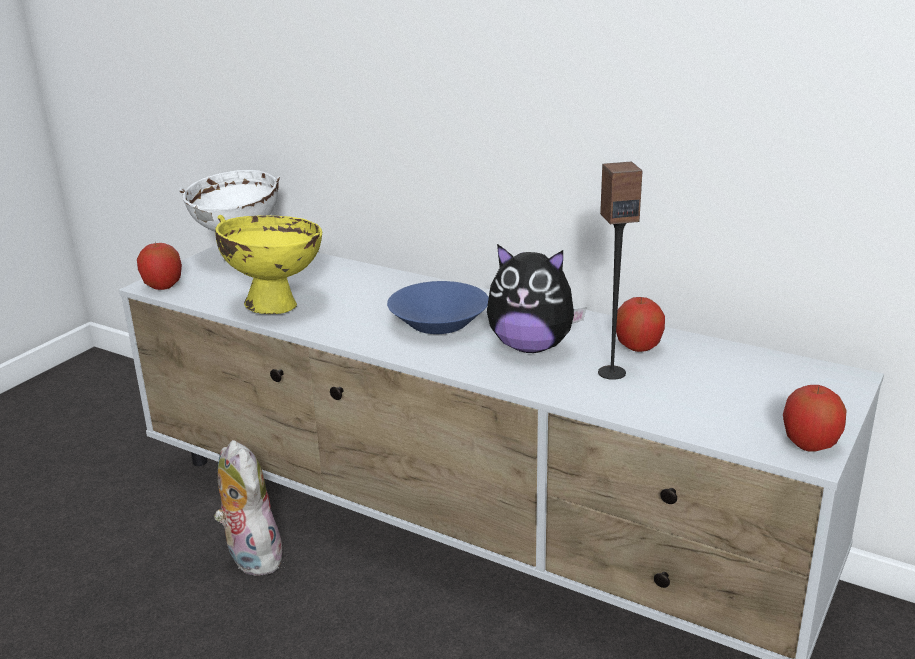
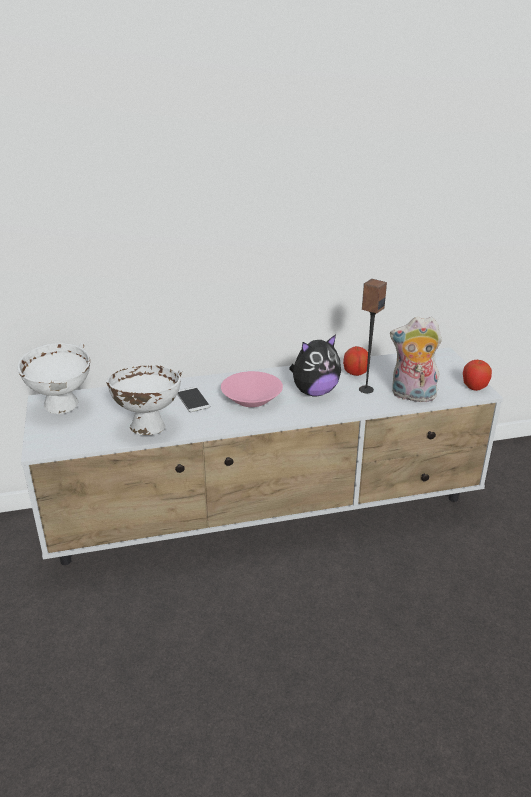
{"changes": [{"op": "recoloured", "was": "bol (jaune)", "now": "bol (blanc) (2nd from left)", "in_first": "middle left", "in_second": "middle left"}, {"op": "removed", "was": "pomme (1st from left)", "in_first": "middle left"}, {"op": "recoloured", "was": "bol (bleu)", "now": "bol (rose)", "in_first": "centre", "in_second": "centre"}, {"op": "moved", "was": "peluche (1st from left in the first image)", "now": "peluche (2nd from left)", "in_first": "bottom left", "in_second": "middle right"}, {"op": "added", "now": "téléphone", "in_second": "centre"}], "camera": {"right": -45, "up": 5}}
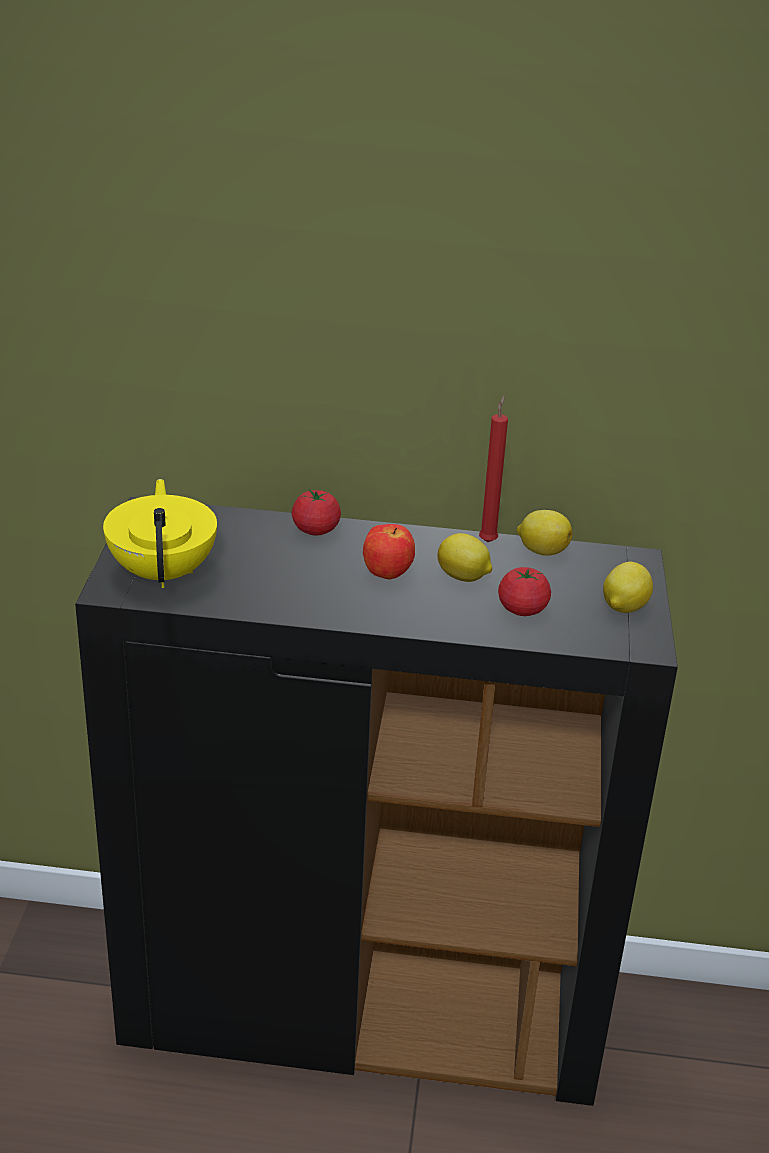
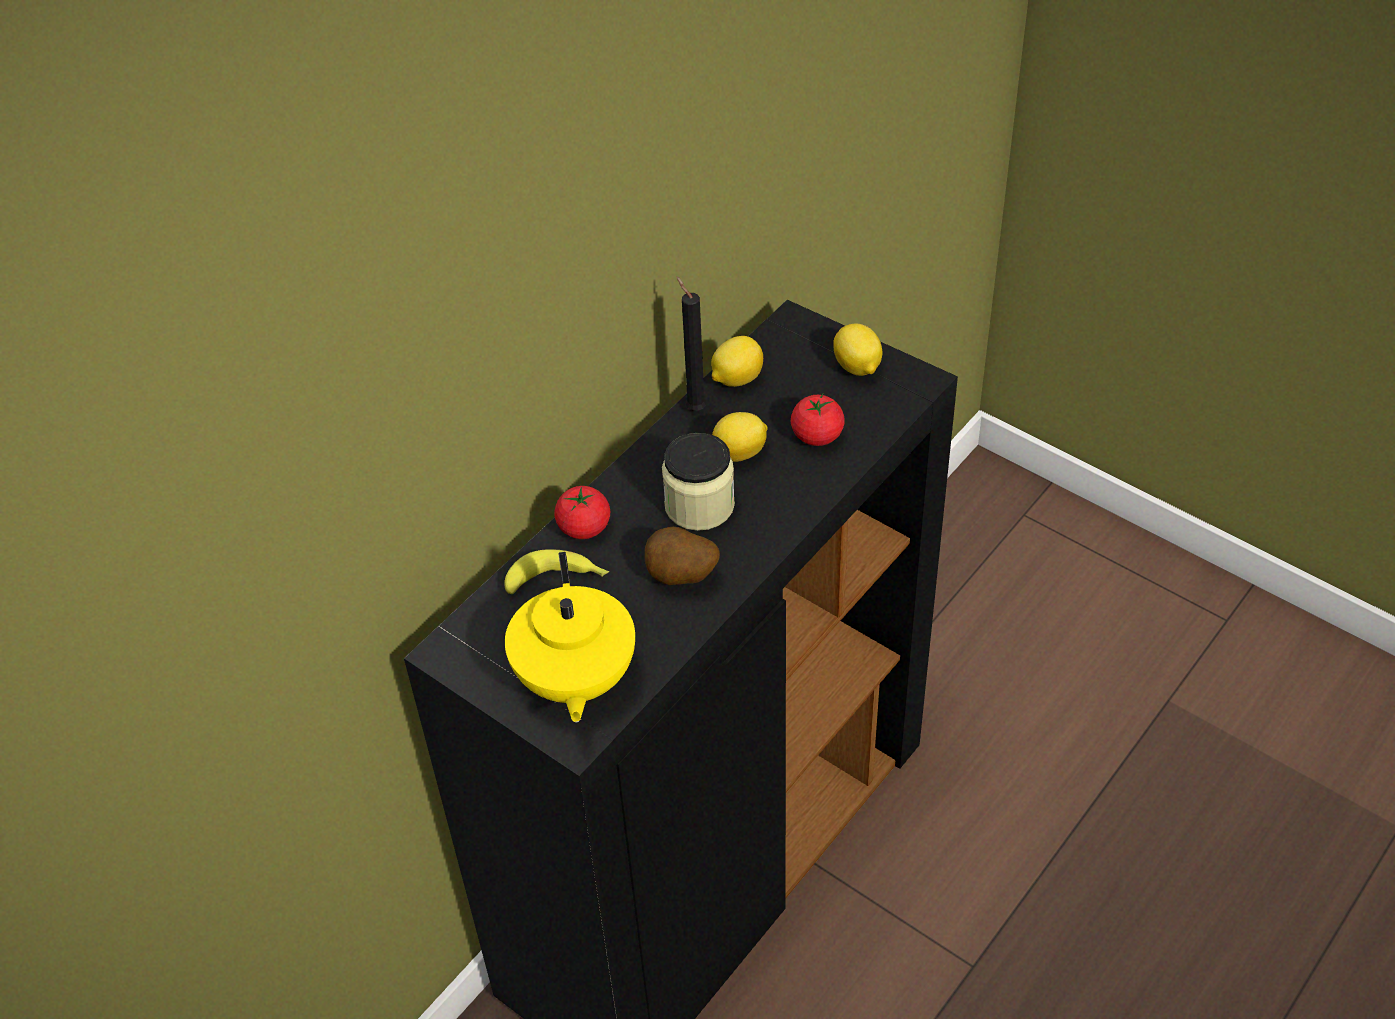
{"changes": [{"op": "recoloured", "was": "bougie (rouge)", "now": "bougie (noir)", "in_first": "centre", "in_second": "centre"}, {"op": "turned", "was": "théière (jaune)", "in_first": "middle left", "in_second": "centre", "clockwise": -120}, {"op": "replaced", "was": "pomme", "now": "bocal", "in_first": "centre", "in_second": "centre"}, {"op": "added", "now": "pomme de terre", "in_second": "centre"}, {"op": "added", "now": "banane", "in_second": "centre"}], "camera": {"right": -55, "up": 15}}
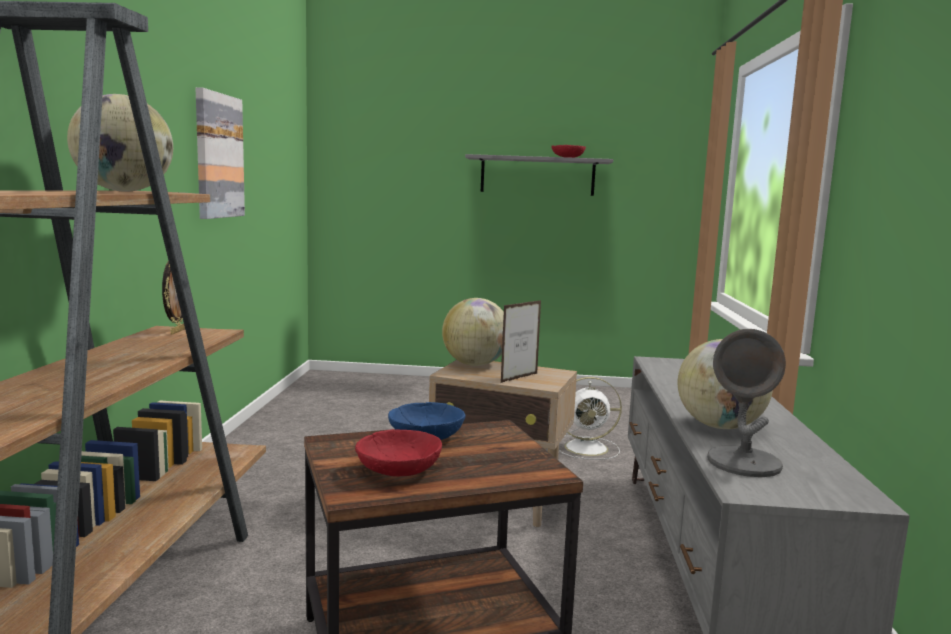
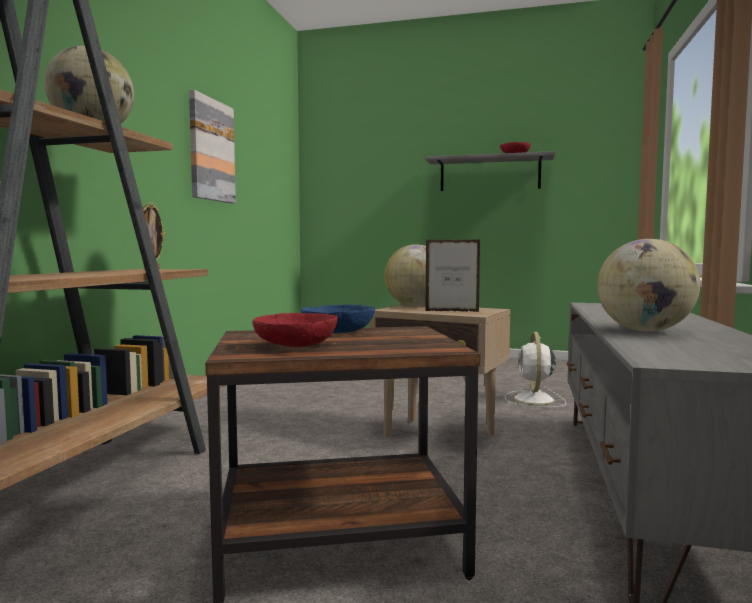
{"changes": [{"op": "turned", "was": "cadre photo (2nd from left)", "in_first": "centre", "in_second": "centre", "clockwise": -135}, {"op": "removed", "was": "lampe de table (gris)", "in_first": "middle right"}, {"op": "turned", "was": "ventilateur (blanc)", "in_first": "centre", "in_second": "middle right", "clockwise": 90}], "camera": {"right": 10, "up": -5}}
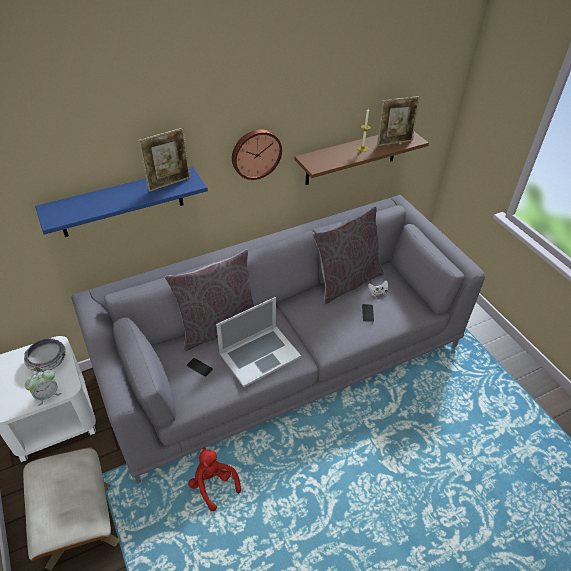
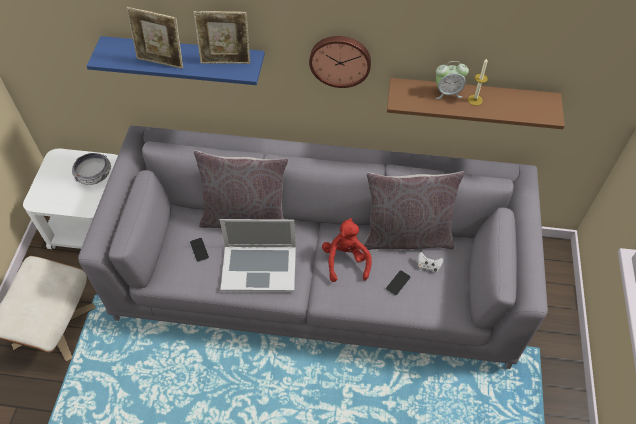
{"changes": [{"op": "moved", "was": "cadre photo (2nd from left in the first image)", "now": "cadre photo (1st from left)", "in_first": "top right", "in_second": "top left"}, {"op": "moved", "was": "réveil", "in_first": "bottom left", "in_second": "top right"}, {"op": "moved", "was": "peluche (rouge)", "in_first": "bottom centre", "in_second": "centre"}], "camera": {"right": 35, "up": 10}}
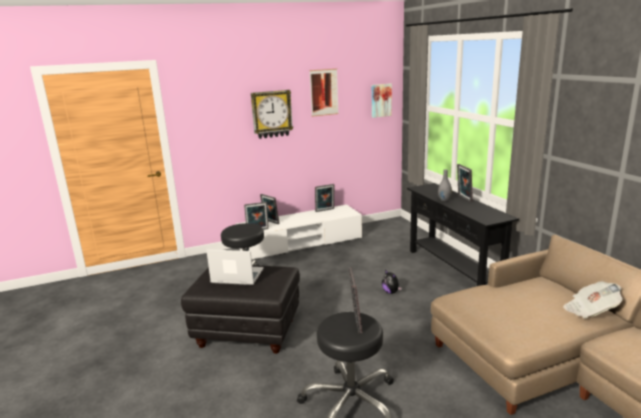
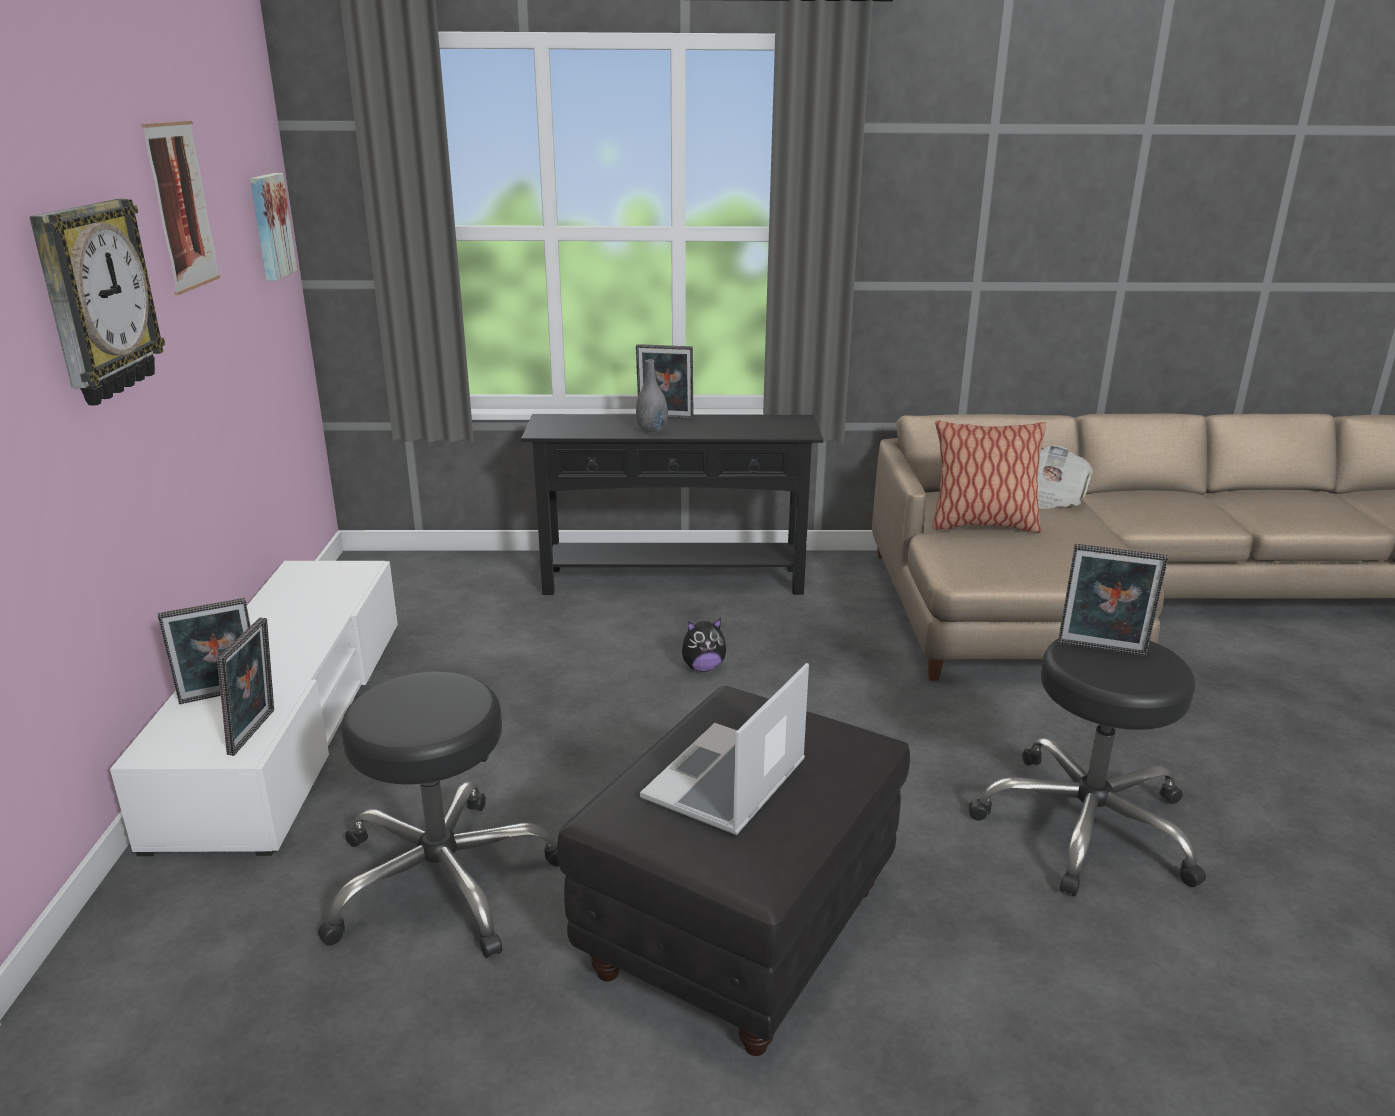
{"changes": [{"op": "removed", "was": "cadre photo (3rd from left)", "in_first": "centre"}, {"op": "added", "now": "coussin", "in_second": "middle right"}], "camera": {"right": -70, "up": 5}}
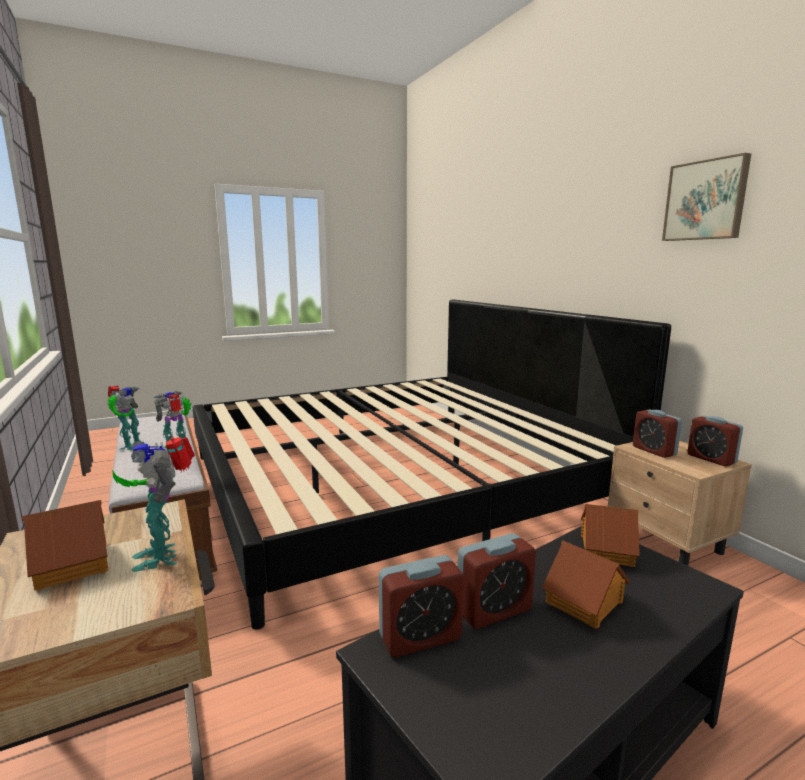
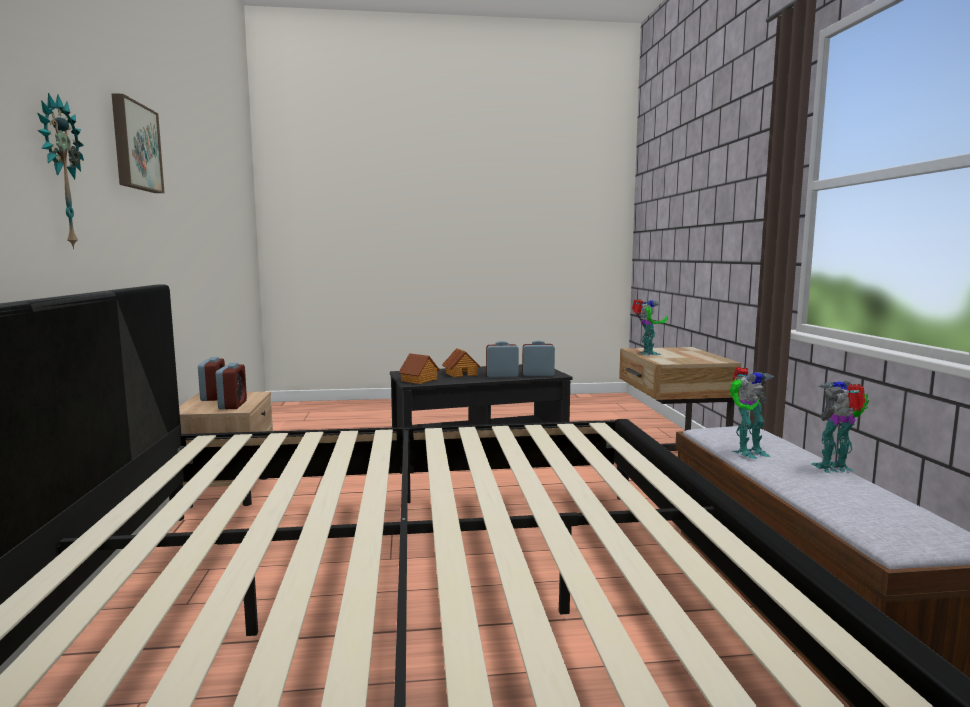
{"changes": [{"op": "turned", "was": "robot jouet (1st from left in the first image)", "in_first": "middle left", "in_second": "middle right", "clockwise": 45}, {"op": "removed", "was": "maison miniature (1st from left)", "in_first": "bottom left"}, {"op": "added", "now": "horloge murale", "in_second": "top left"}], "camera": {"right": -160, "up": -5}}
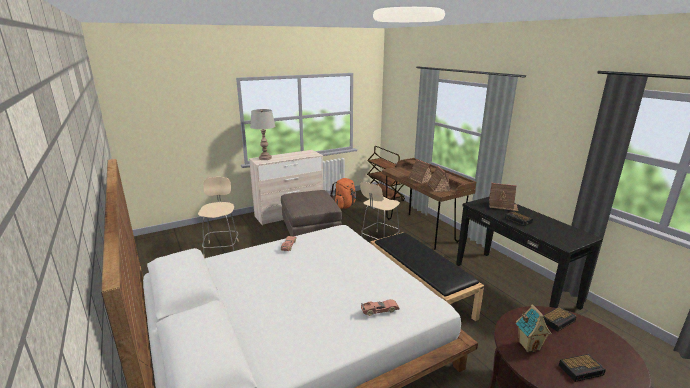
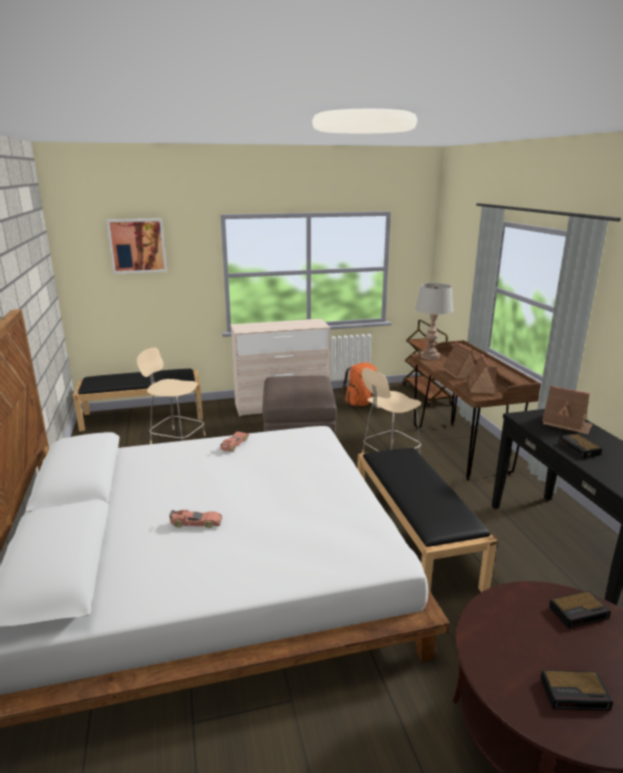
{"changes": [{"op": "moved", "was": "lampe de table (gris)", "in_first": "centre", "in_second": "middle right"}, {"op": "turned", "was": "chaise (beige) (1st from left)", "in_first": "middle left", "in_second": "middle left", "clockwise": -75}, {"op": "moved", "was": "petite voiture (2nd from left in the first image)", "now": "petite voiture (1st from left)", "in_first": "bottom centre", "in_second": "bottom left"}, {"op": "removed", "was": "maison miniature (4th from left)", "in_first": "bottom right"}, {"op": "added", "now": "tableau", "in_second": "top left"}, {"op": "added", "now": "banc (noir) (1st from left)", "in_second": "middle left"}], "camera": {"right": 15, "up": 0}}
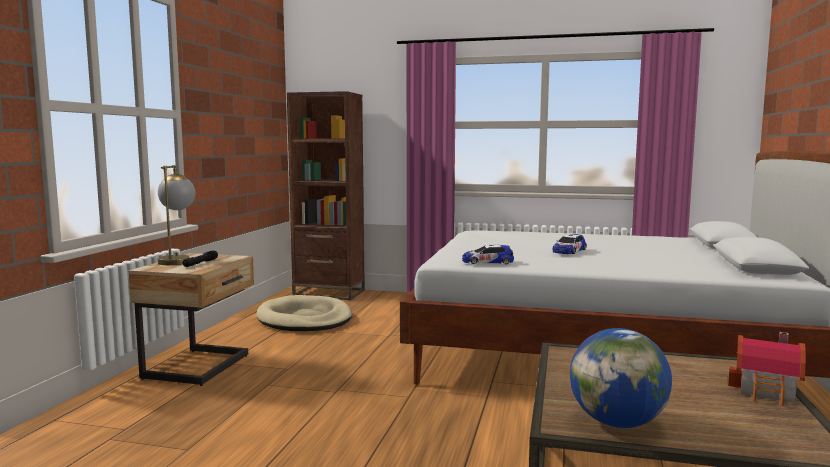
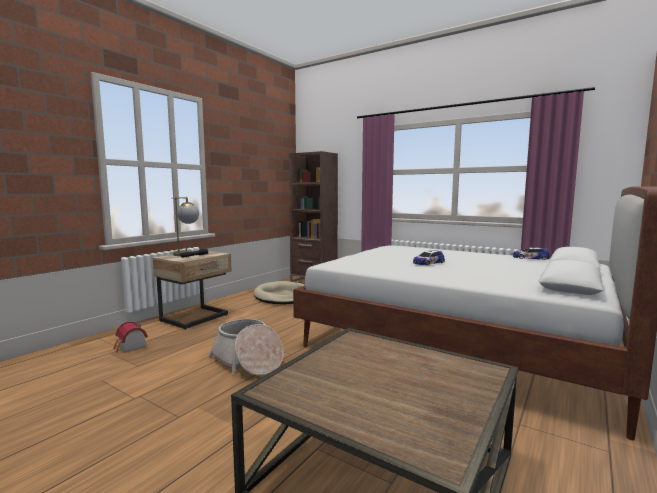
{"changes": [{"op": "moved", "was": "petite voiture (1st from left in the first image)", "now": "petite voiture (2nd from left)", "in_first": "centre", "in_second": "middle right"}, {"op": "removed", "was": "globe", "in_first": "bottom right"}, {"op": "moved", "was": "maison miniature", "in_first": "bottom right", "in_second": "bottom left"}, {"op": "added", "now": "panier", "in_second": "bottom centre"}], "camera": {"right": 20, "up": 0}}
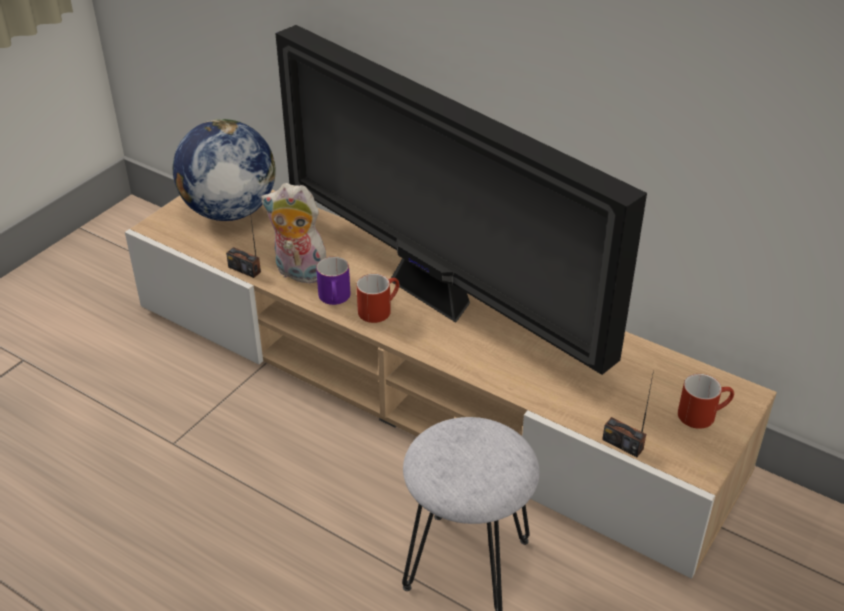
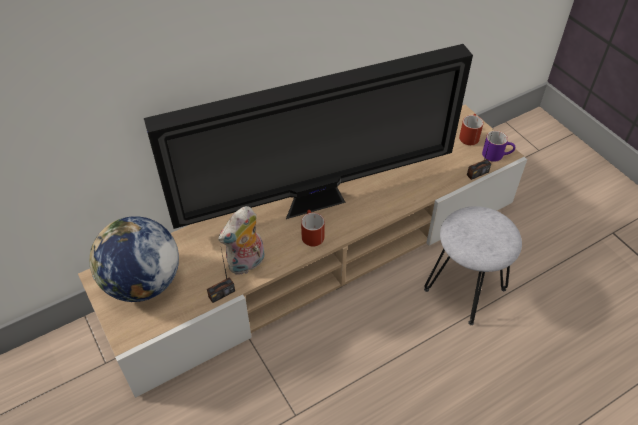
{"changes": [{"op": "moved", "was": "mug (violet)", "in_first": "centre", "in_second": "middle right"}], "camera": {"right": -65, "up": 10}}
